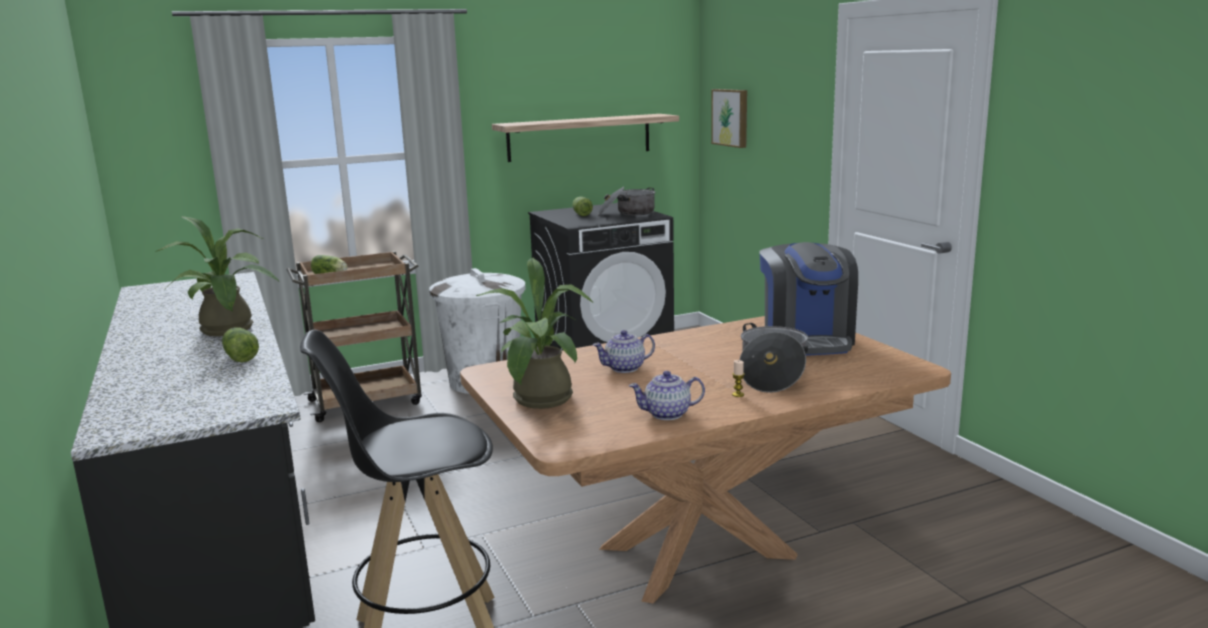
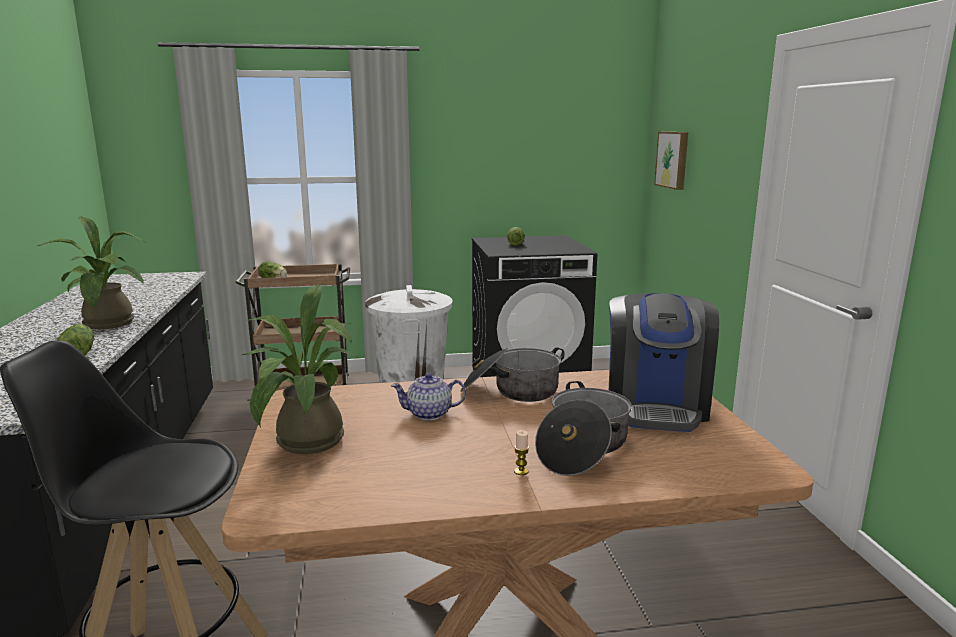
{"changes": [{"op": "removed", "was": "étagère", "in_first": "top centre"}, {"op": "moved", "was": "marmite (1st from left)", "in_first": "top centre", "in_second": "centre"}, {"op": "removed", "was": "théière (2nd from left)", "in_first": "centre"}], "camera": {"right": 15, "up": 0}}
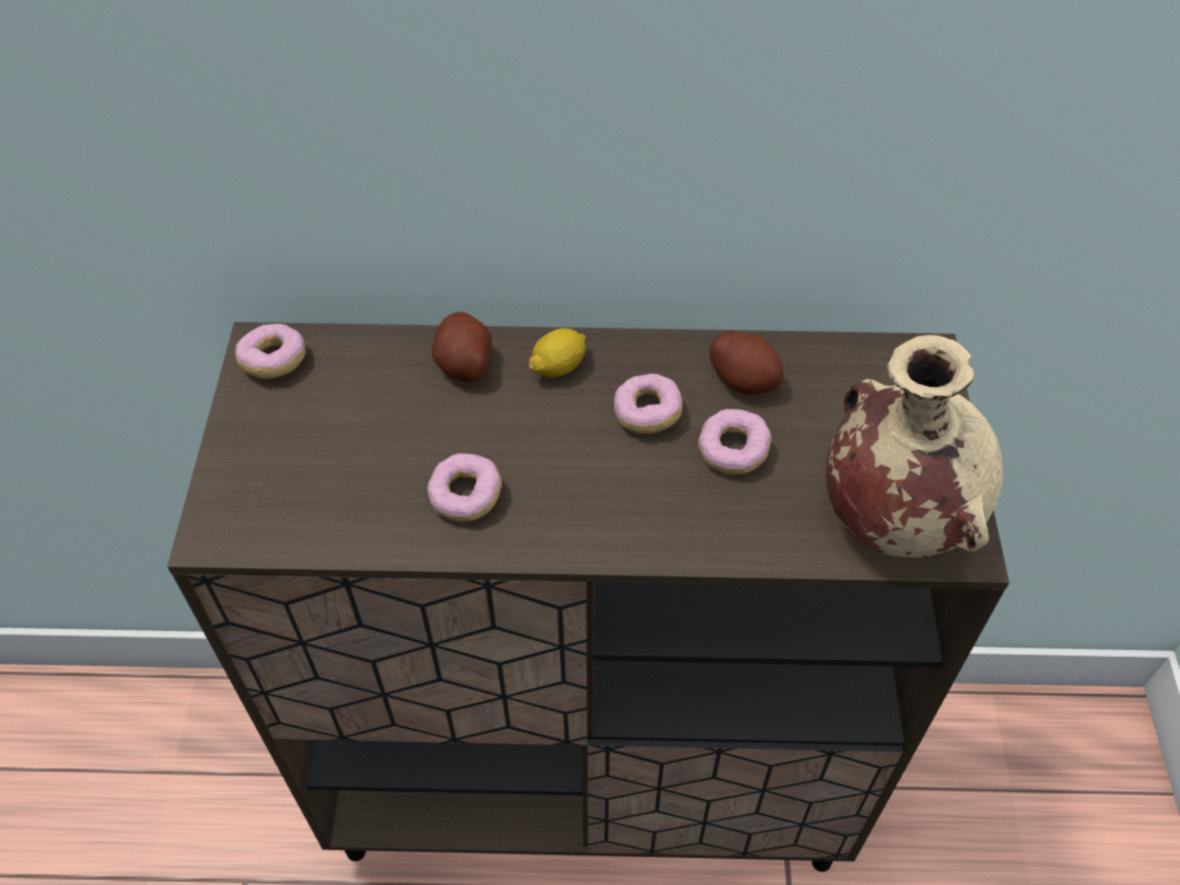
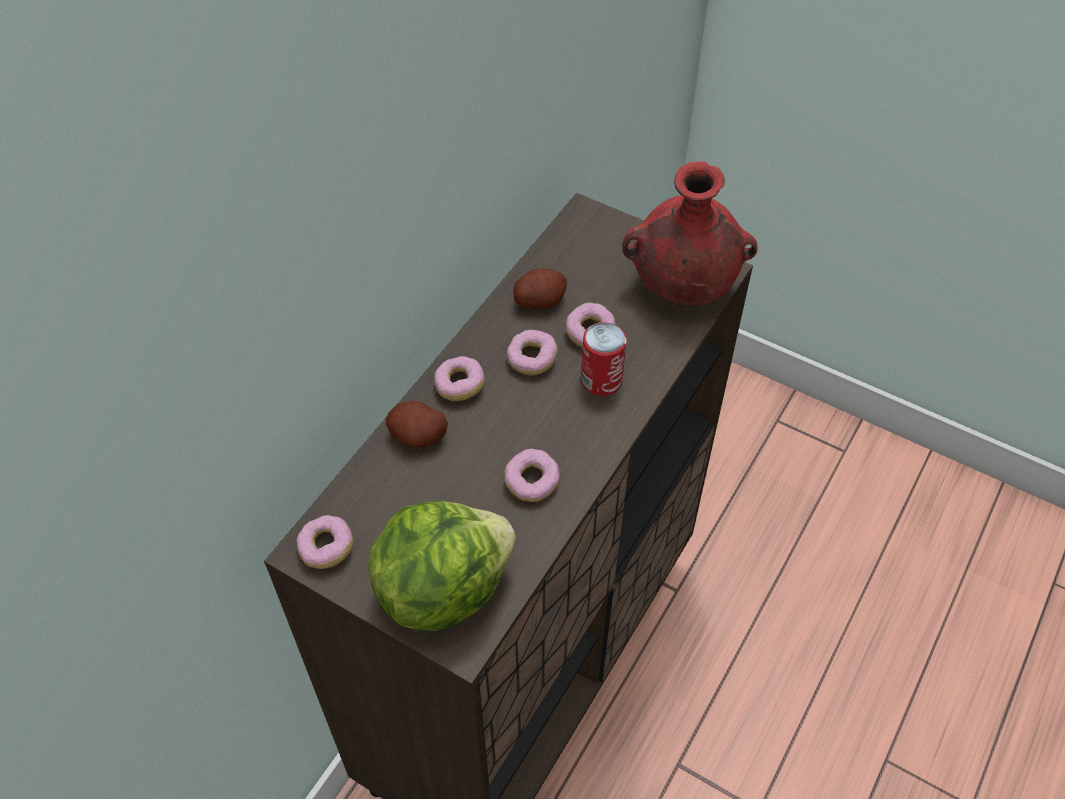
{"changes": [{"op": "replaced", "was": "citron", "now": "beignet (2nd from left)", "in_first": "centre", "in_second": "centre"}, {"op": "recoloured", "was": "vase (beige)", "now": "vase (rouge)", "in_first": "middle right", "in_second": "top centre"}, {"op": "added", "now": "boîte métallique", "in_second": "centre"}, {"op": "added", "now": "laitue", "in_second": "bottom centre"}], "camera": {"right": -60, "up": 0}}
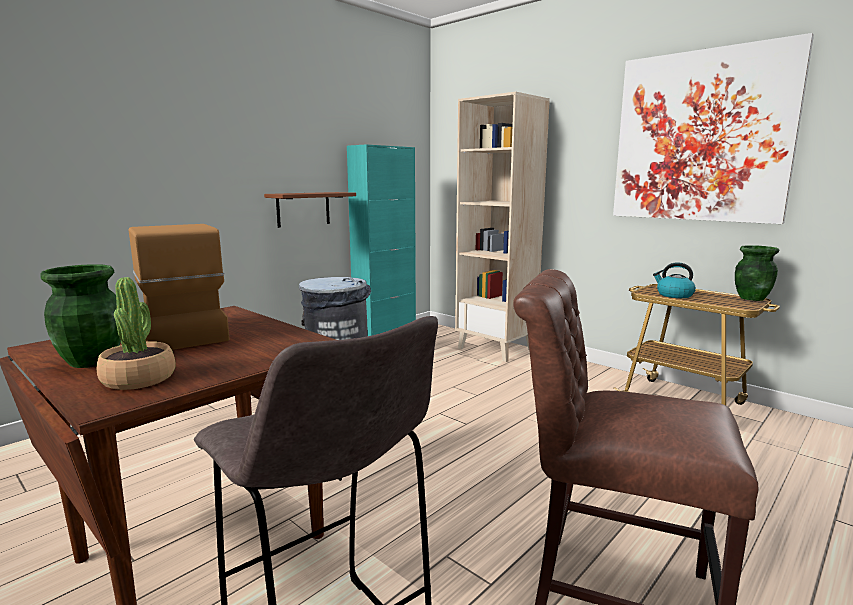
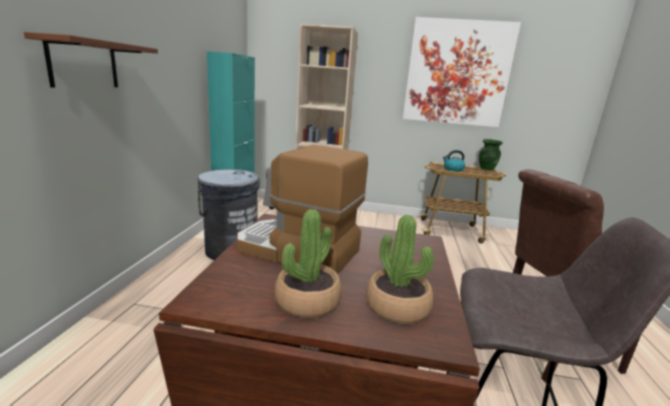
{"changes": [{"op": "moved", "was": "étagère (marron)", "in_first": "centre", "in_second": "top left"}, {"op": "replaced", "was": "vase (vert) (1st from left)", "now": "plante en pot (1st from left)", "in_first": "middle left", "in_second": "centre"}], "camera": {"right": -35, "up": 5}}
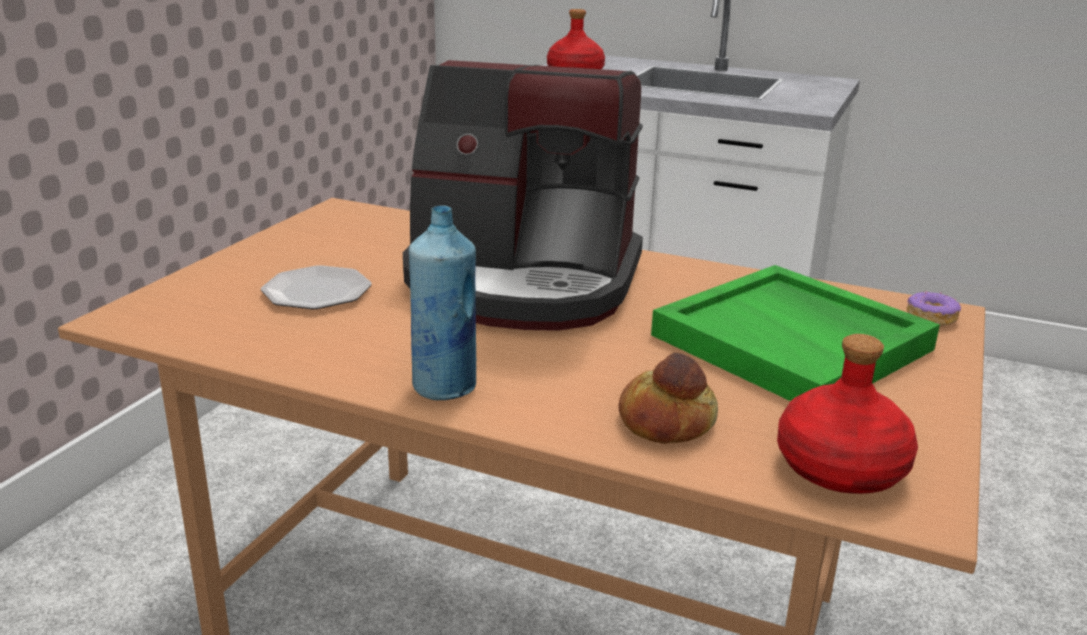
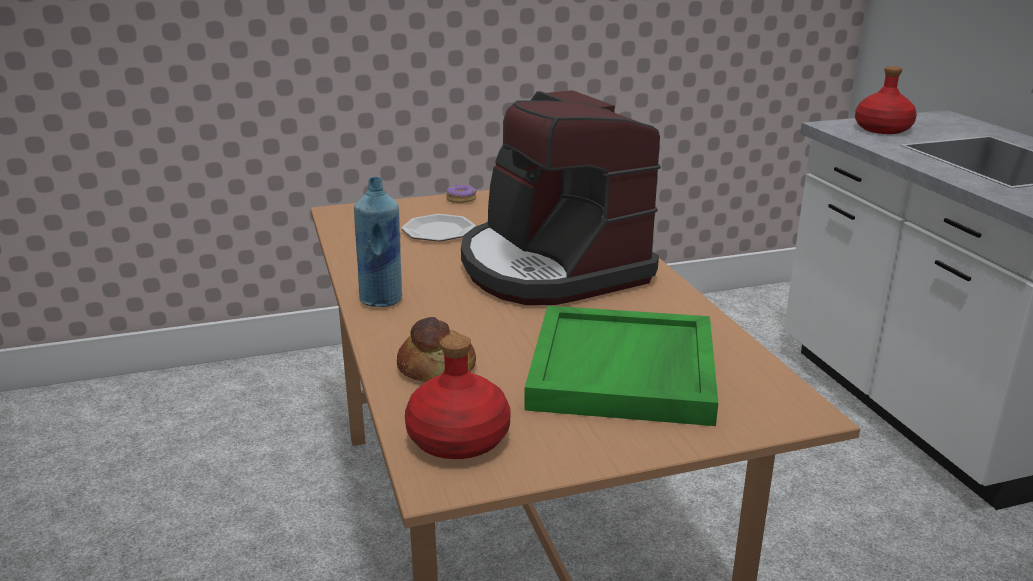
{"changes": [{"op": "moved", "was": "beignet", "in_first": "middle right", "in_second": "centre"}], "camera": {"right": 50, "up": 0}}
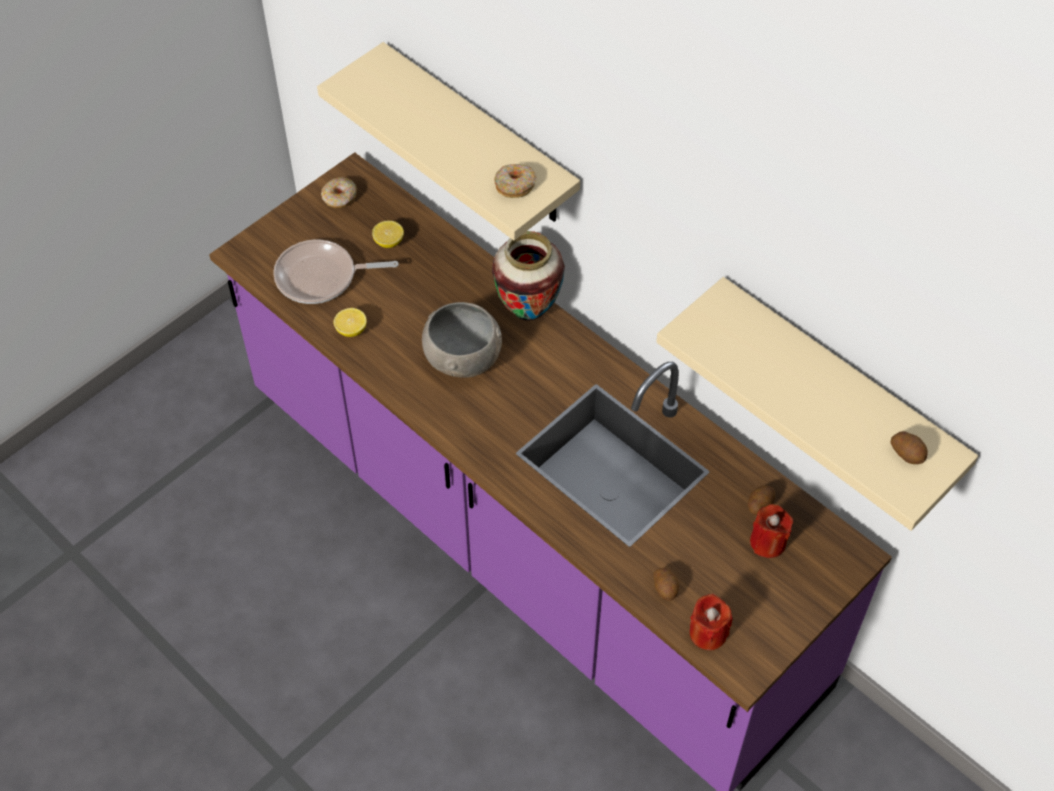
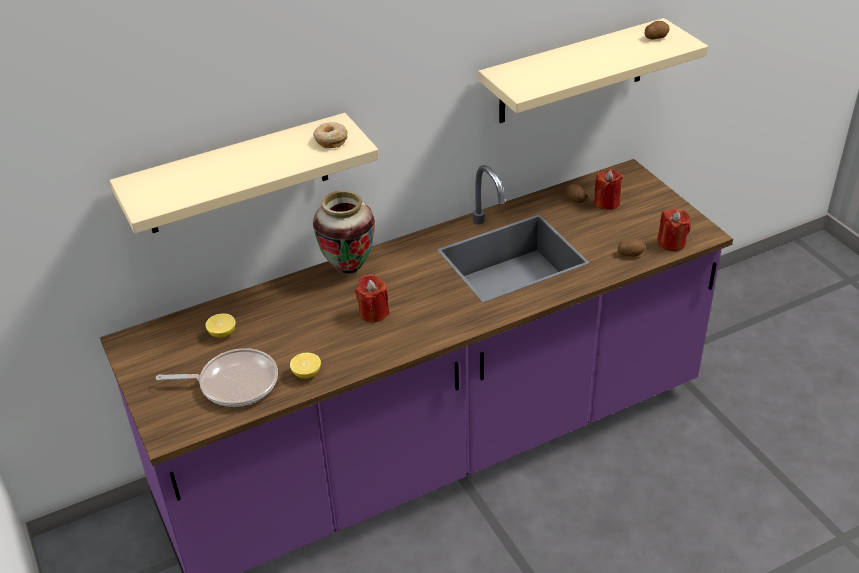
{"changes": [{"op": "removed", "was": "beignet (1st from left)", "in_first": "top left"}, {"op": "turned", "was": "poêle", "in_first": "middle left", "in_second": "middle left", "clockwise": -105}, {"op": "replaced", "was": "bol (gris)", "now": "bougie (rouge) (1st from left)", "in_first": "centre", "in_second": "centre"}], "camera": {"right": -70, "up": -15}}
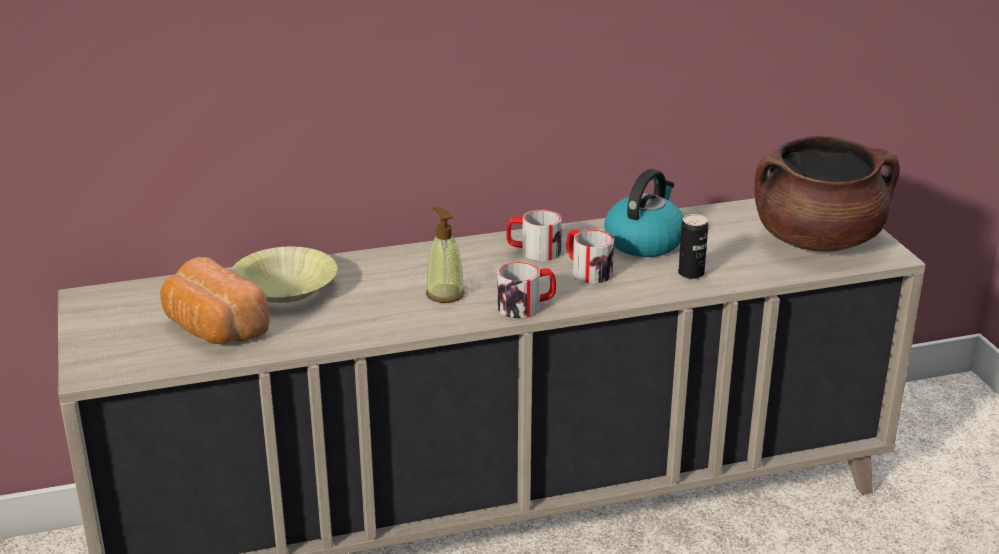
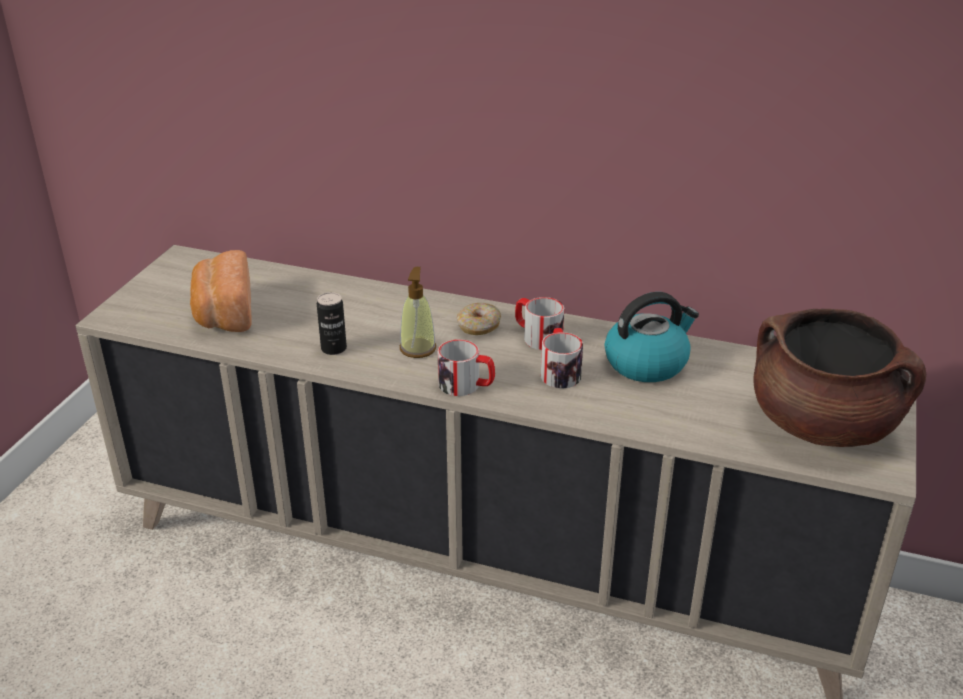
{"changes": [{"op": "moved", "was": "boîte métallique", "in_first": "middle right", "in_second": "centre"}, {"op": "removed", "was": "bol (jaune)", "in_first": "middle left"}, {"op": "added", "now": "beignet", "in_second": "centre"}], "camera": {"right": 35, "up": 5}}
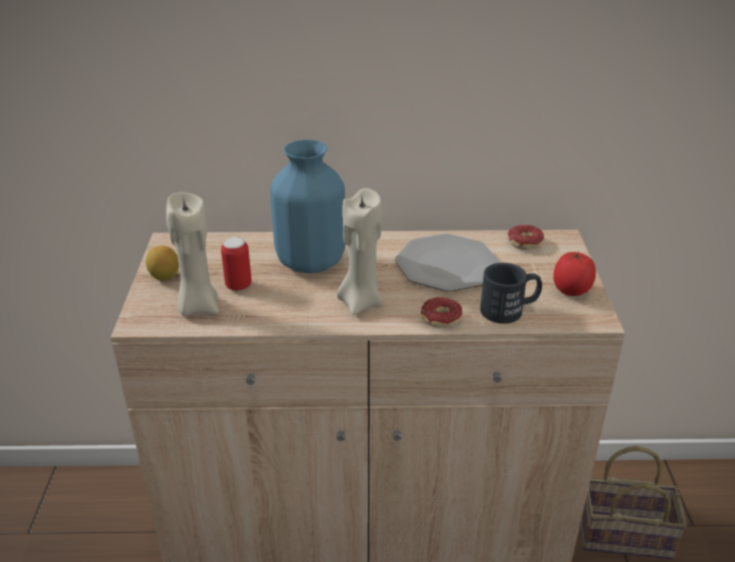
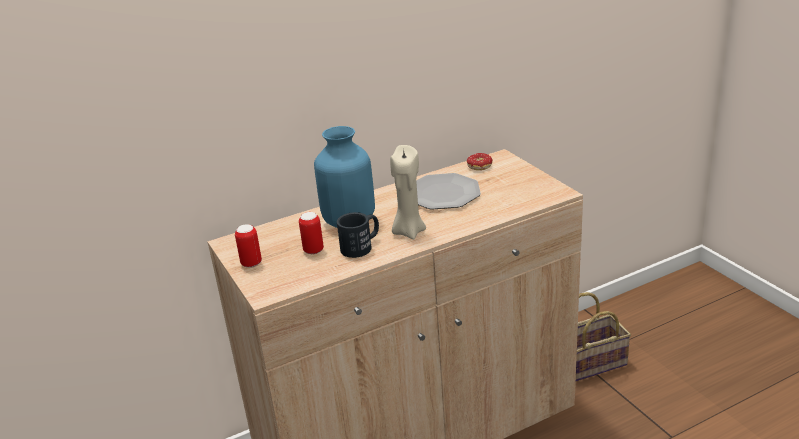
{"changes": [{"op": "removed", "was": "bougie (beige) (1st from left)", "in_first": "middle left"}, {"op": "replaced", "was": "citron", "now": "boîte métallique (1st from left)", "in_first": "middle left", "in_second": "middle left"}, {"op": "removed", "was": "tomate", "in_first": "middle right"}, {"op": "moved", "was": "mug (noir)", "in_first": "middle right", "in_second": "centre"}, {"op": "removed", "was": "beignet (1st from left)", "in_first": "centre"}], "camera": {"right": -25, "up": -5}}
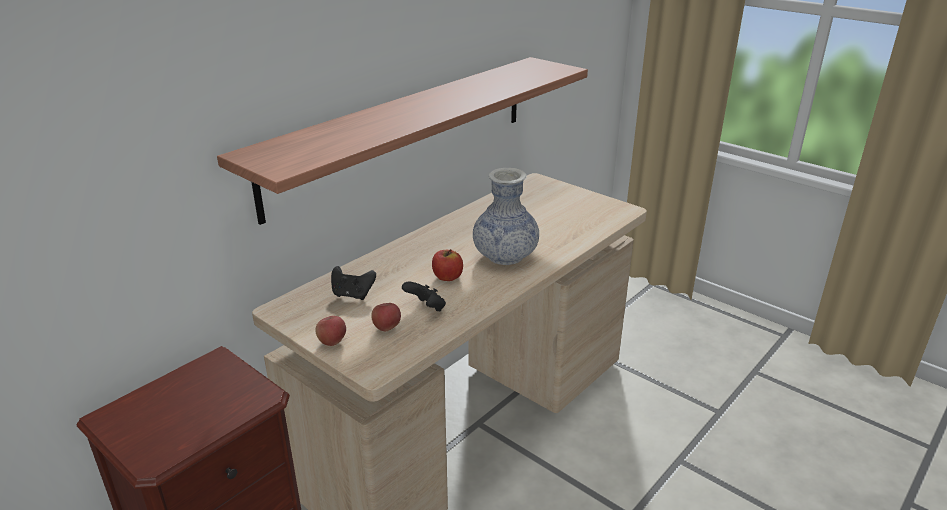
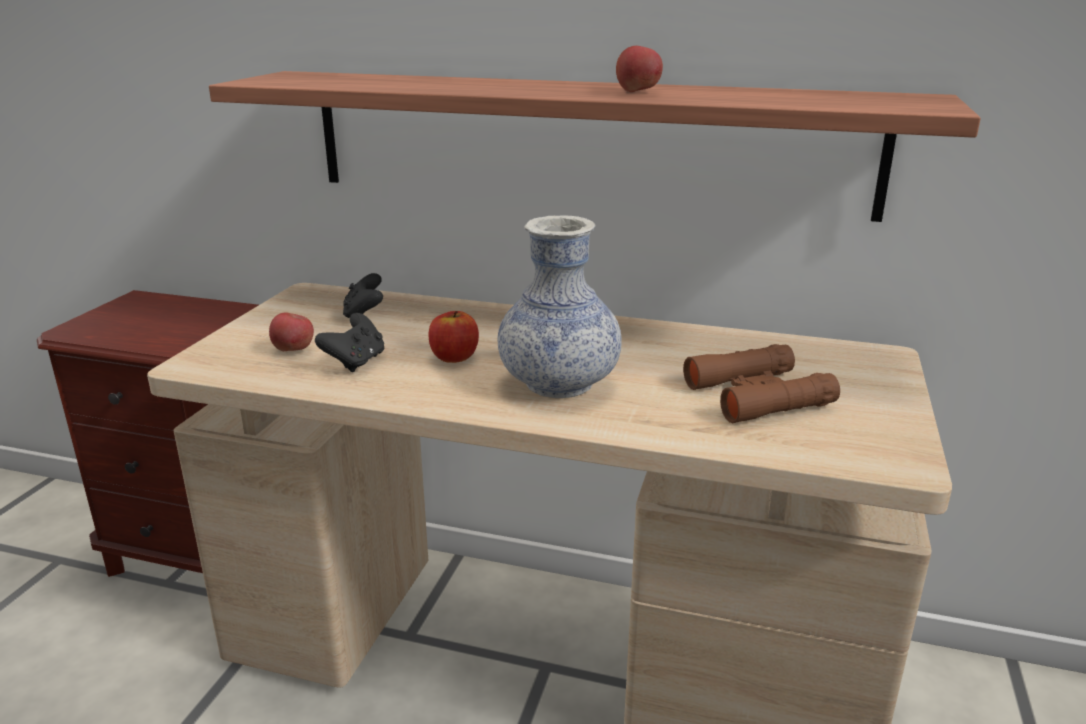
{"changes": [{"op": "moved", "was": "pomme (1st from left in the first image)", "now": "pomme (3rd from left)", "in_first": "centre", "in_second": "top centre"}, {"op": "added", "now": "jumelles (marron)", "in_second": "middle right"}], "camera": {"right": 65, "up": -5}}
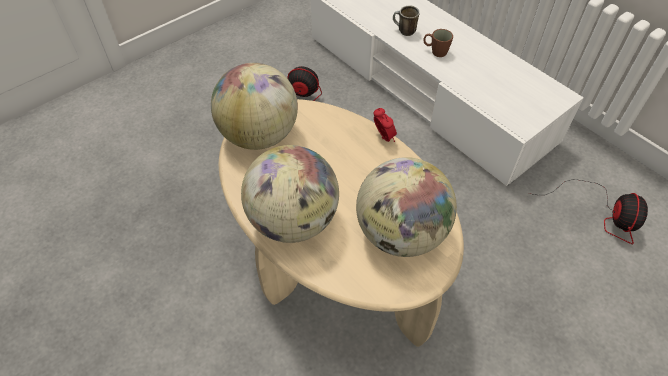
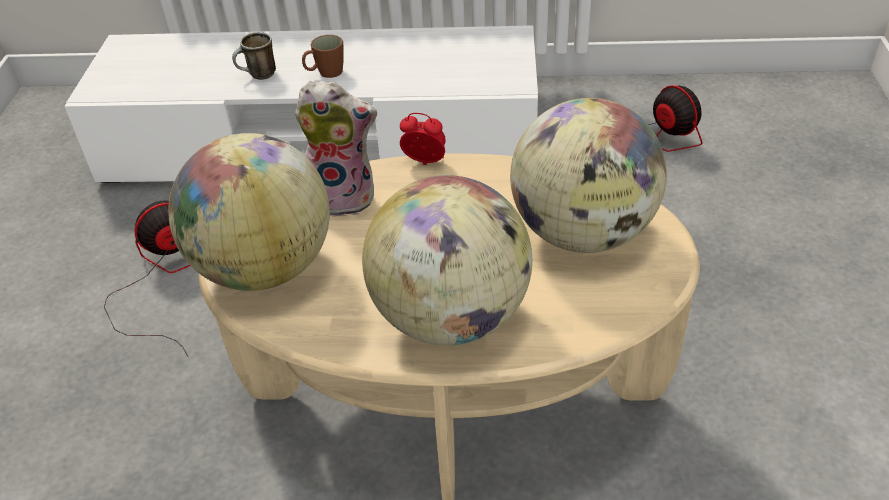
{"changes": [{"op": "added", "now": "peluche", "in_second": "top centre"}], "camera": {"right": -45, "up": -10}}
